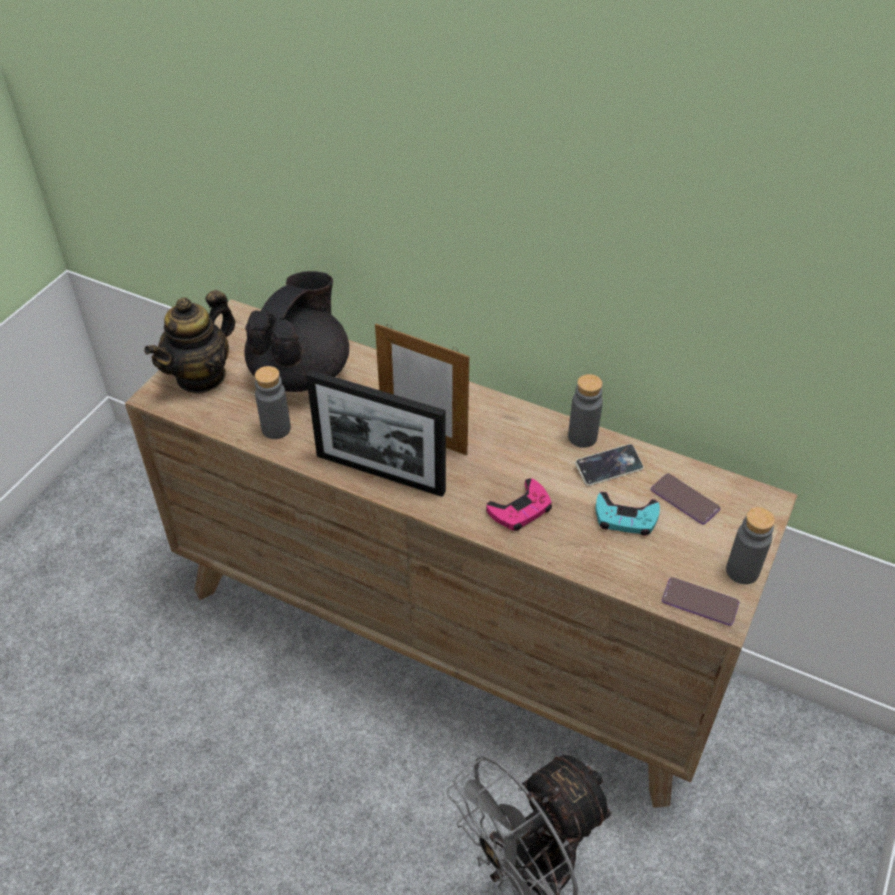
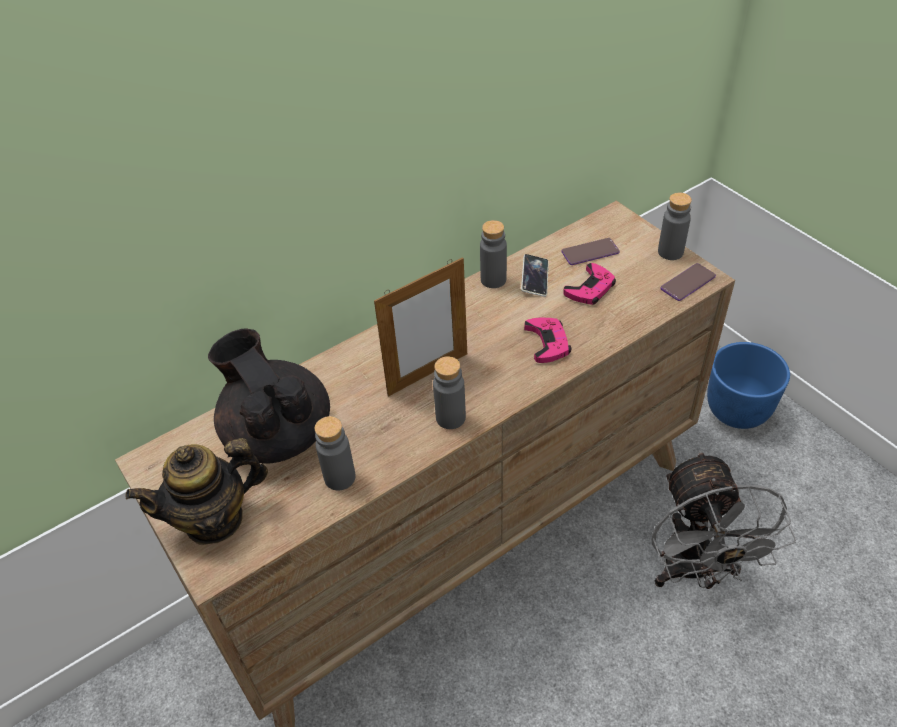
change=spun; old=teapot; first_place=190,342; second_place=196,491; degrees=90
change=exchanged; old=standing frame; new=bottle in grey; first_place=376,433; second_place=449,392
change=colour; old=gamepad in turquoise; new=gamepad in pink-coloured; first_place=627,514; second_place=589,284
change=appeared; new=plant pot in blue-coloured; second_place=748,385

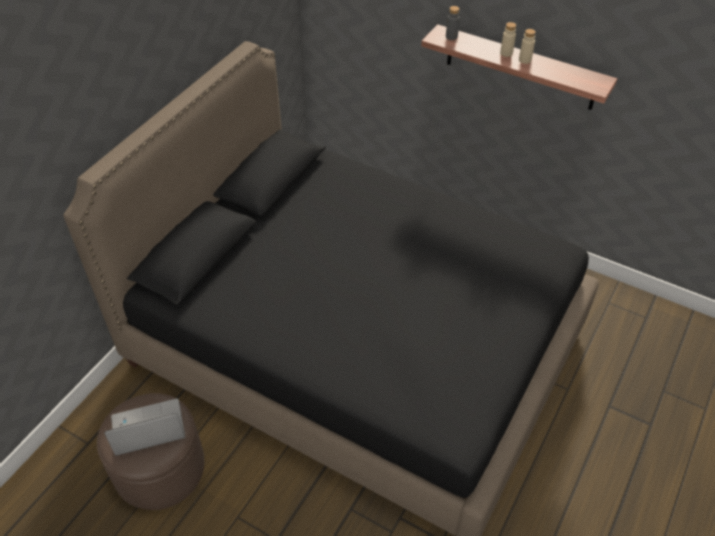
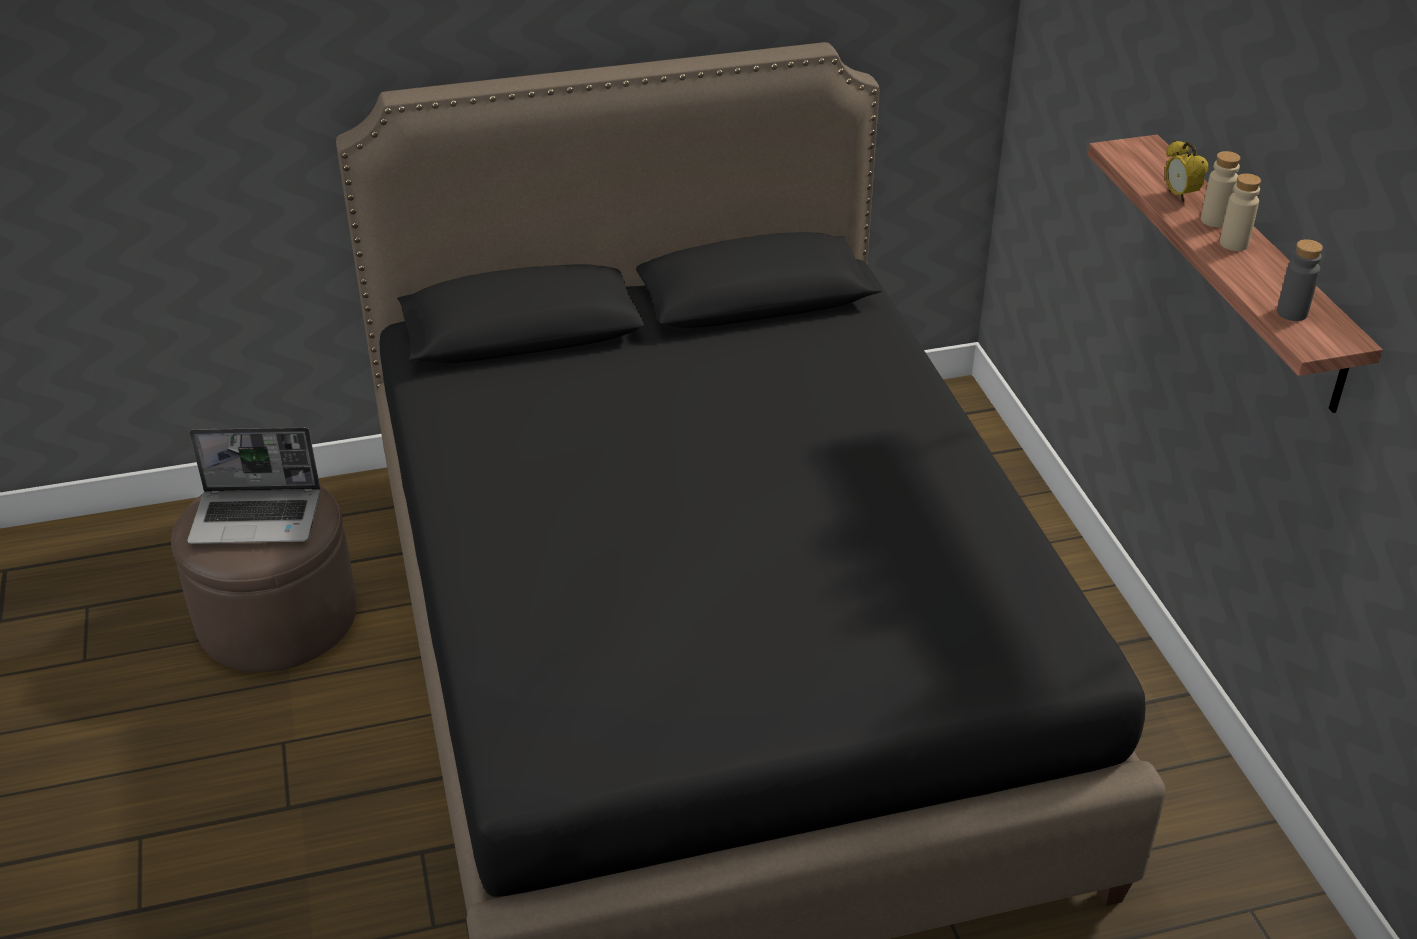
change=spun; old=notebook computer; first_place=144,427; second_place=253,485; degrees=150
change=relocated; old=bottle in grey; first_place=453,23; second_place=1300,280
change=appeared; new=table clock; second_place=1186,171

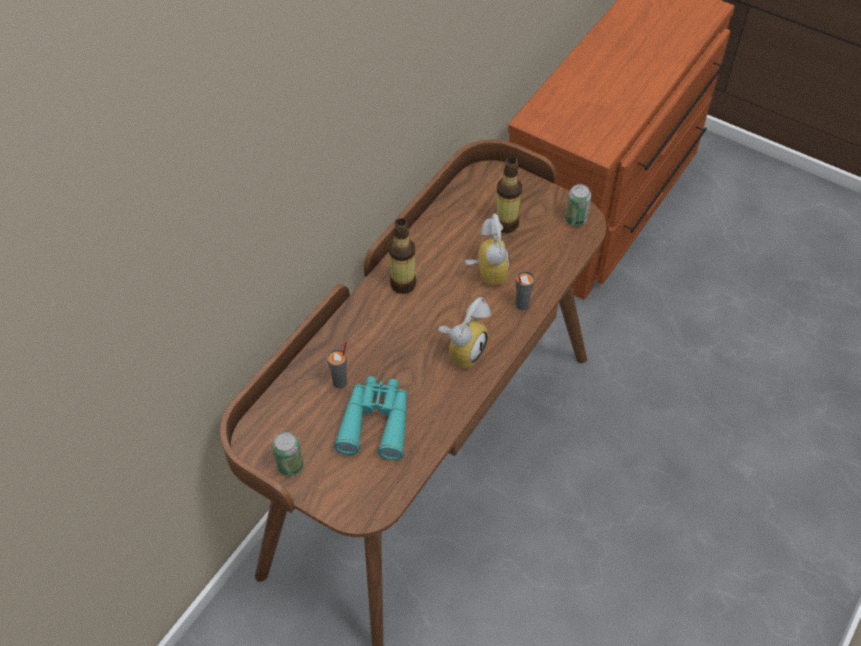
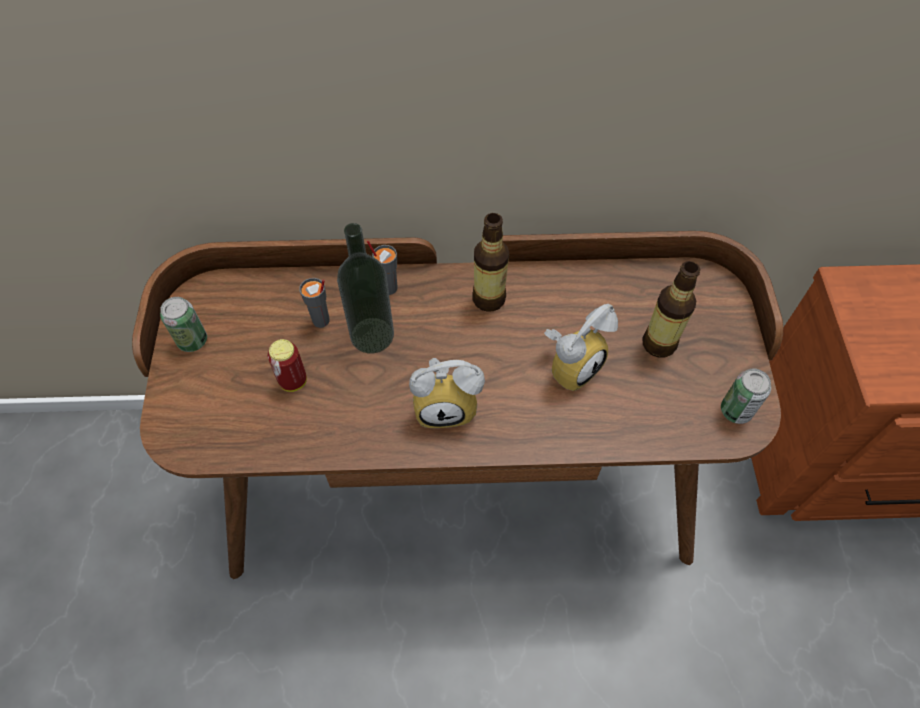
change=exchanged; old=pair of binoculars in turquoise; new=can; first_place=370,418; second_place=287,365
change=relocated; old=cup in grey; first_place=525,290; second_place=382,267
change=appeared; new=bottle; second_place=365,288

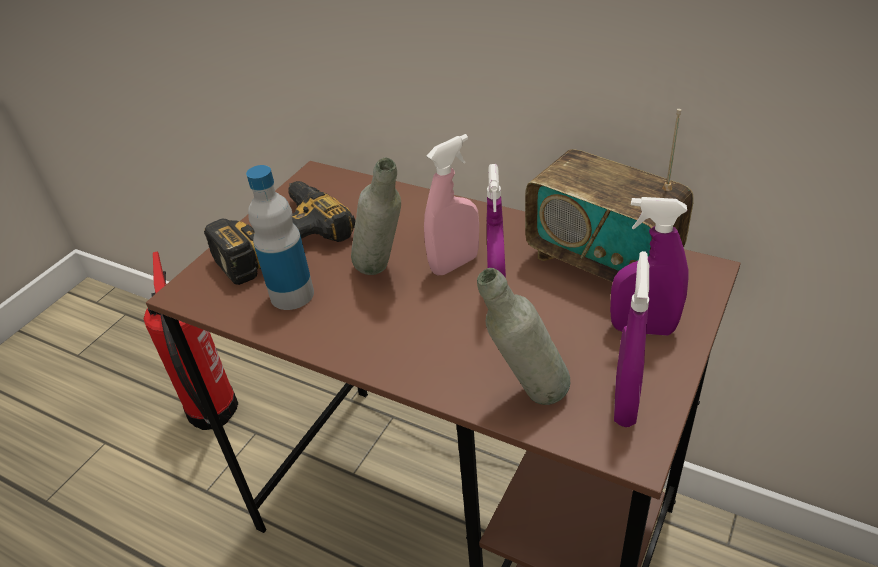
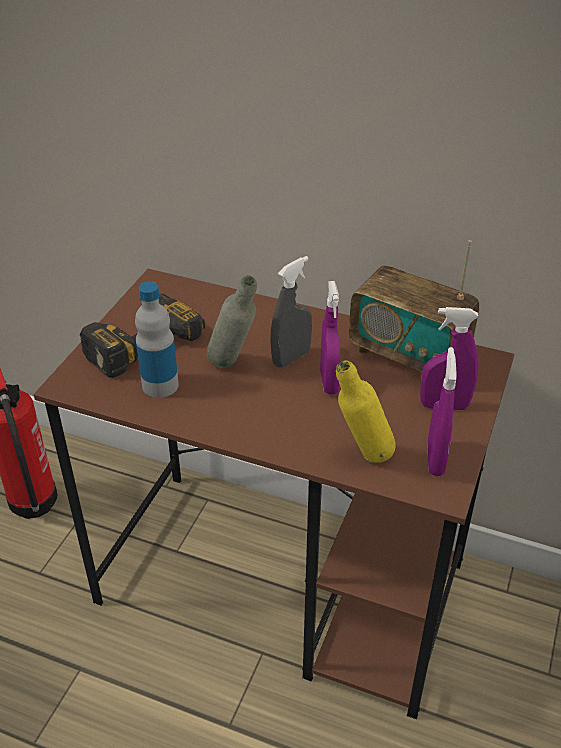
change=colour; old=spray bottle in pink-coloured; new=spray bottle in grey; first_place=451,204; second_place=291,312
change=colour; old=bottle in grey; new=bottle in yellow; first_place=523,336; second_place=366,411

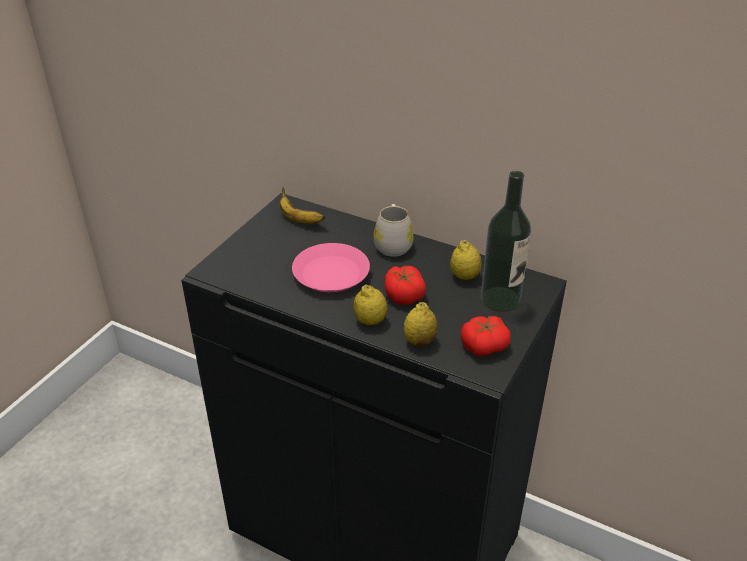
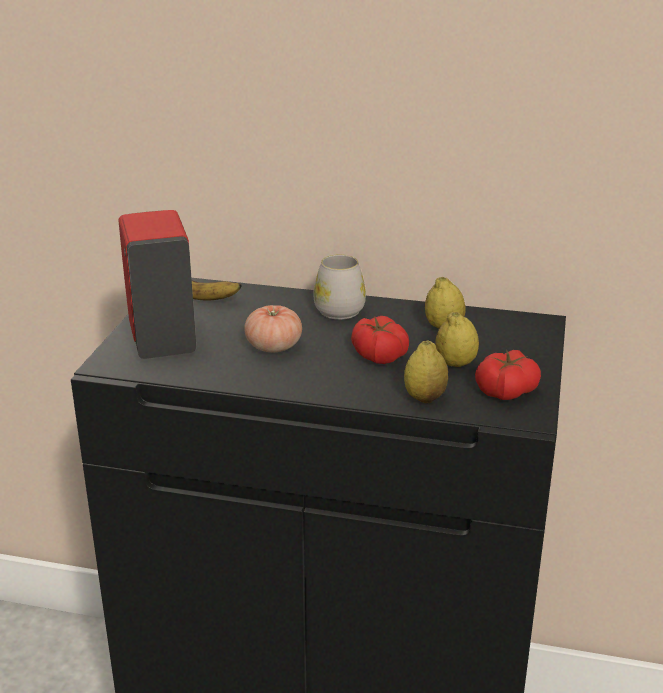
change=exchanged; old=dinner plate in pink-coloured; new=whole tomato; first_place=331,267; second_place=273,328
change=relocated; old=lemon; first_place=370,305; second_place=457,339
change=missing; old=bottle; first_place=506,241
change=appeared; new=liquid soap bottle in reddish; second_place=157,284

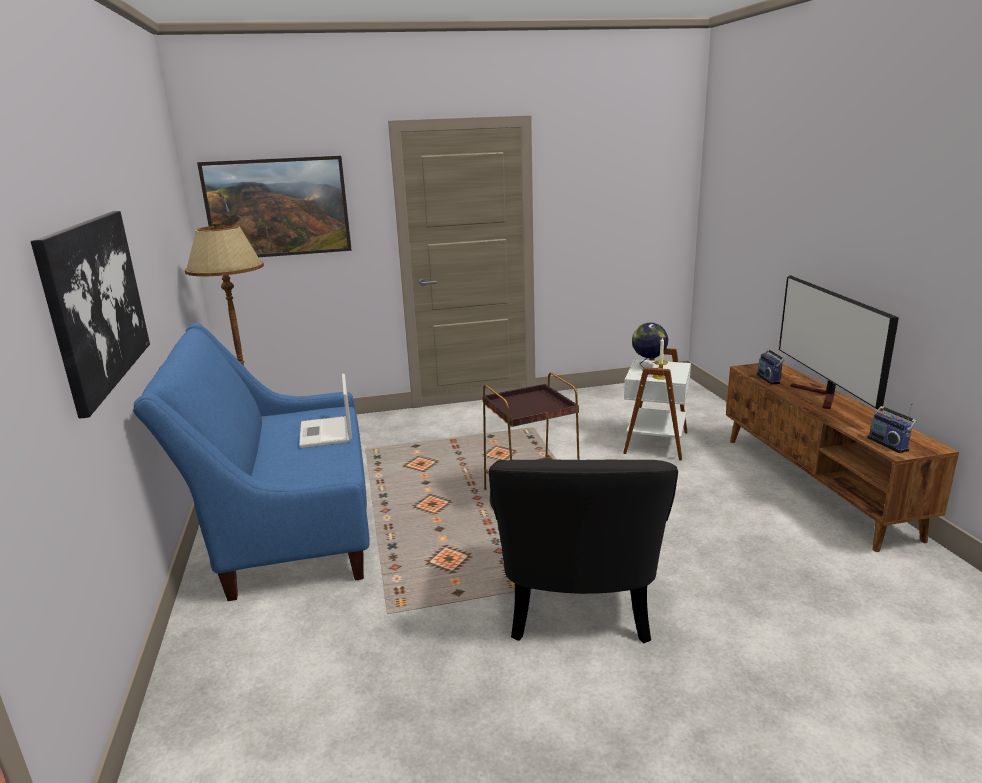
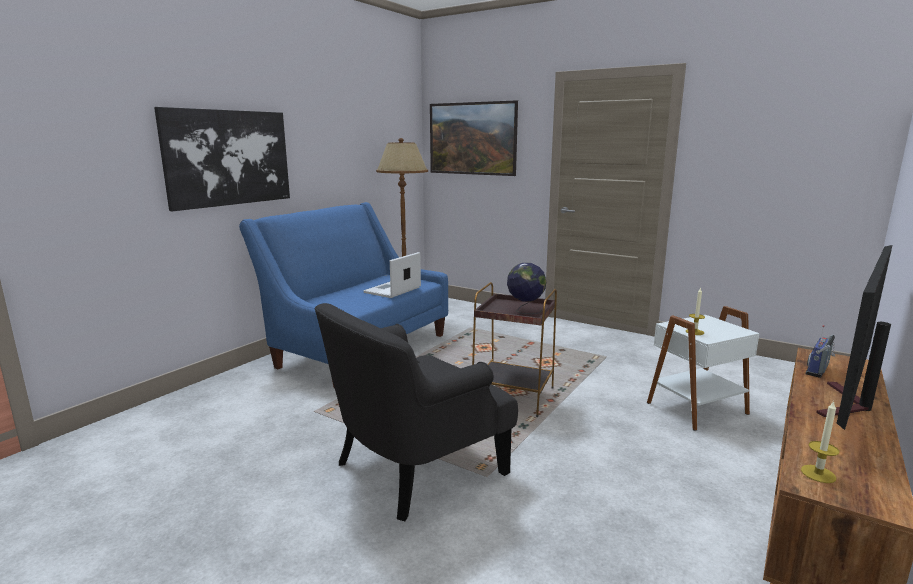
change=relocated; old=desk globe; first_place=650,346; second_place=526,288
change=exchanged; old=radio; new=wax candle; first_place=892,428; second_place=820,442

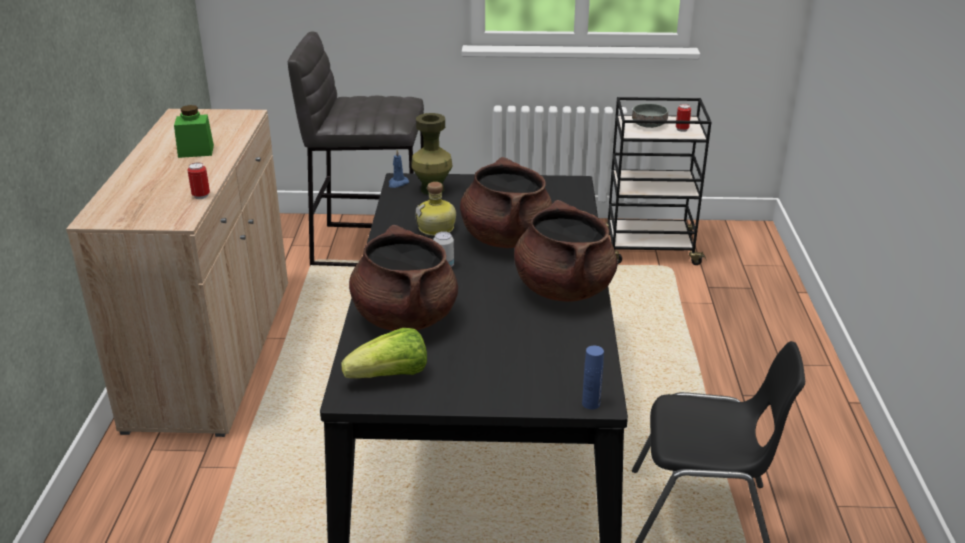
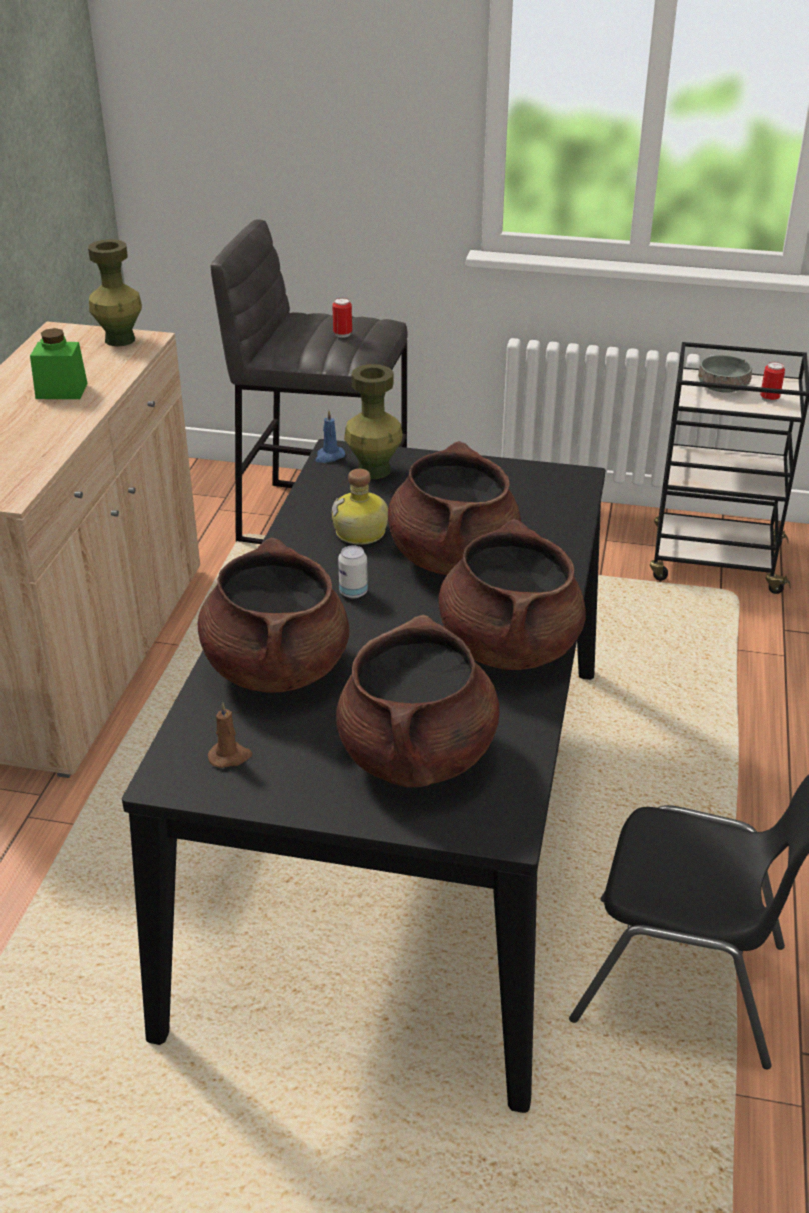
change=relocated; old=can; first_place=198,181; second_place=342,318
change=exchanged; old=head of lettuce; new=wax candle in brownish; first_place=384,353; second_place=230,735
change=missing; old=bottle in blue-coloured; first_place=593,378
change=appeared; new=decorative vase in green-coloured; second_place=115,292
change=appeared; new=cooking pot in brownish; second_place=418,701

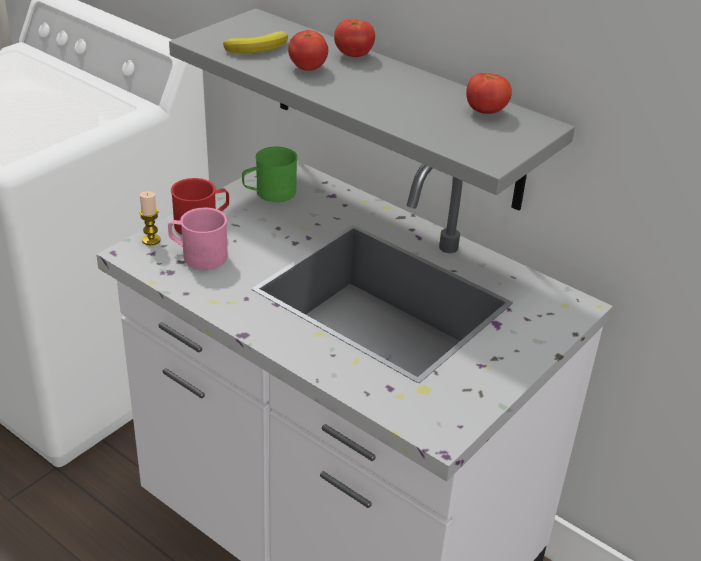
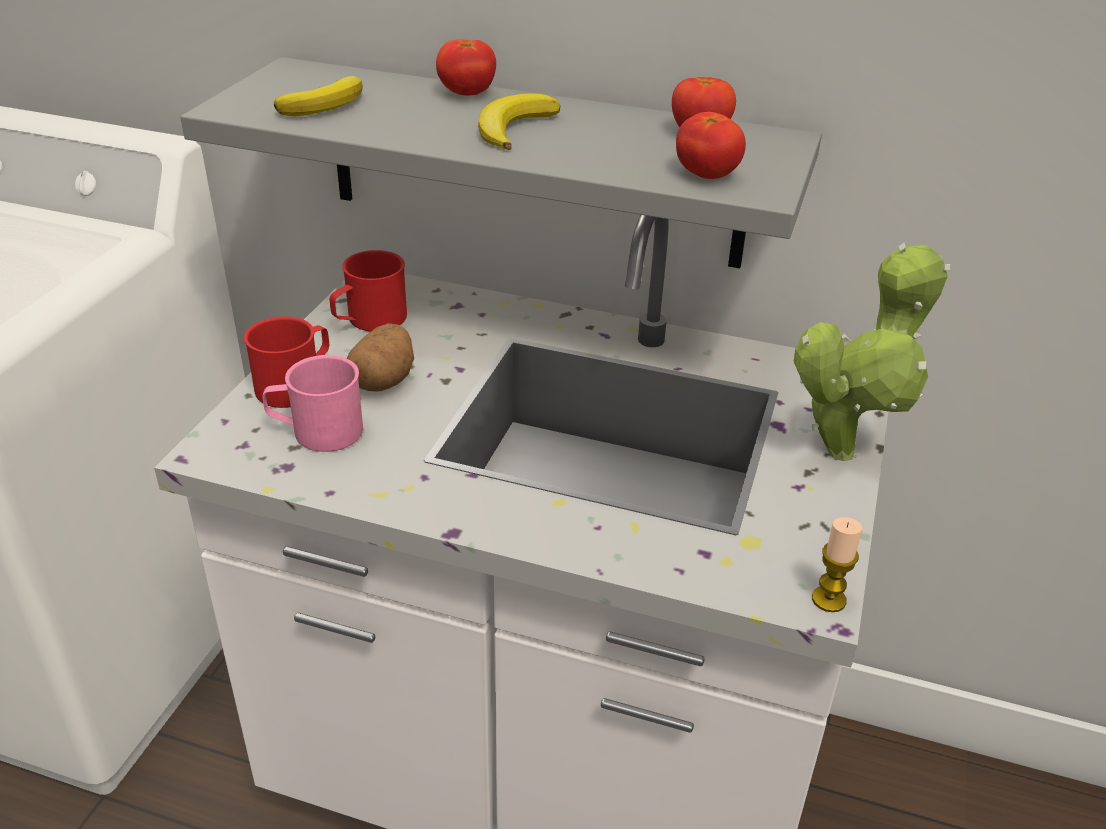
change=relocated; old=wax candle; first_place=150,218; second_place=837,564
change=colour; old=mug in green-coloured; new=mug in reddish; first_place=270,174; second_place=368,290
change=relocated; old=whole tomato; first_place=308,50; second_place=711,145
change=appeared; new=spud; second_place=380,357
change=appeared; new=banana; second_place=519,121
change=appeared; new=potted plant; second_place=872,352

